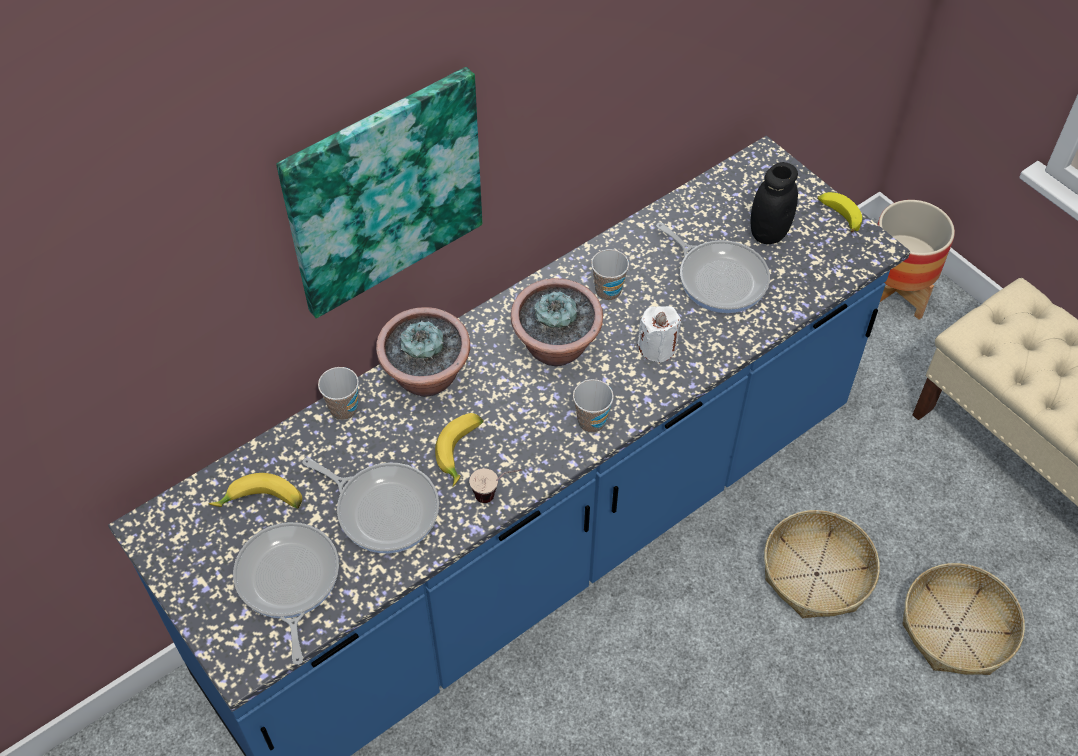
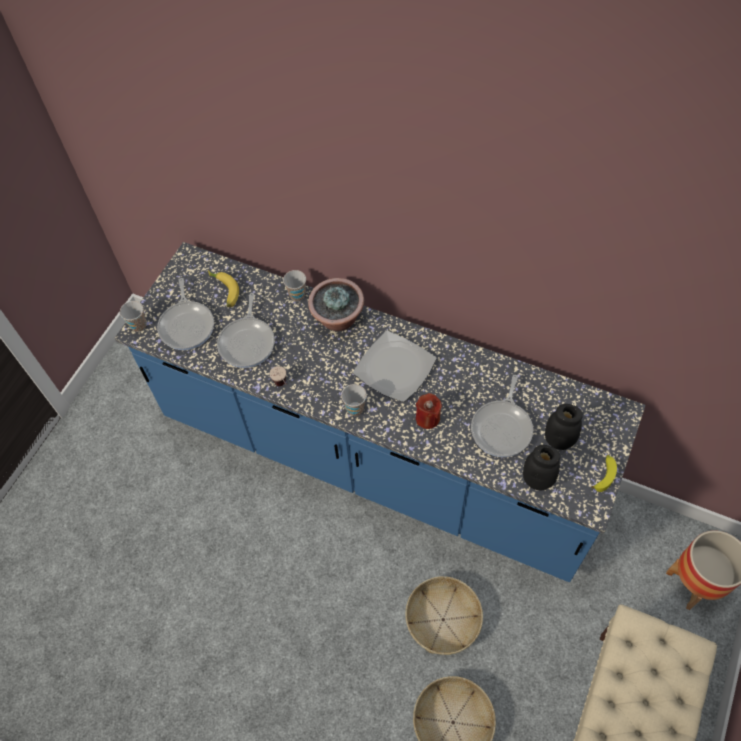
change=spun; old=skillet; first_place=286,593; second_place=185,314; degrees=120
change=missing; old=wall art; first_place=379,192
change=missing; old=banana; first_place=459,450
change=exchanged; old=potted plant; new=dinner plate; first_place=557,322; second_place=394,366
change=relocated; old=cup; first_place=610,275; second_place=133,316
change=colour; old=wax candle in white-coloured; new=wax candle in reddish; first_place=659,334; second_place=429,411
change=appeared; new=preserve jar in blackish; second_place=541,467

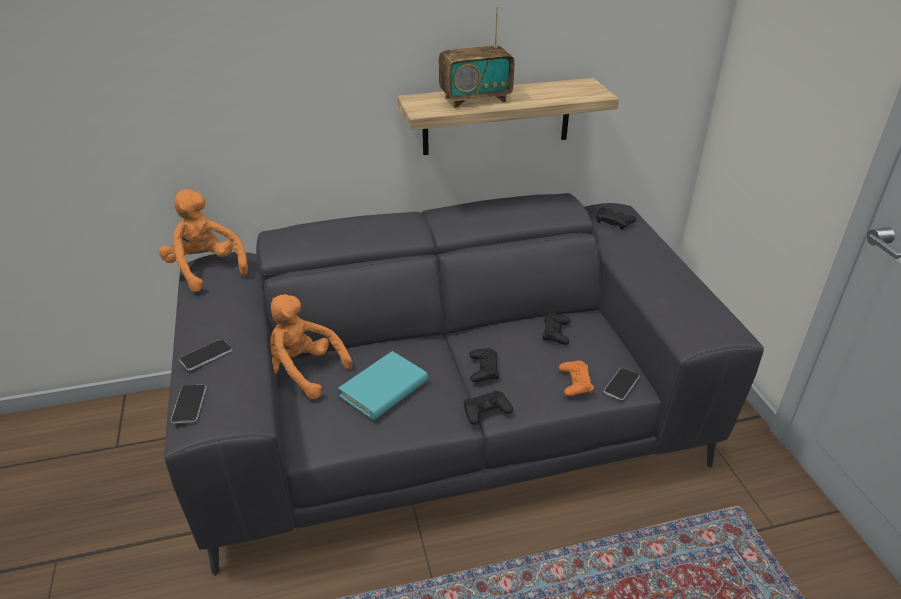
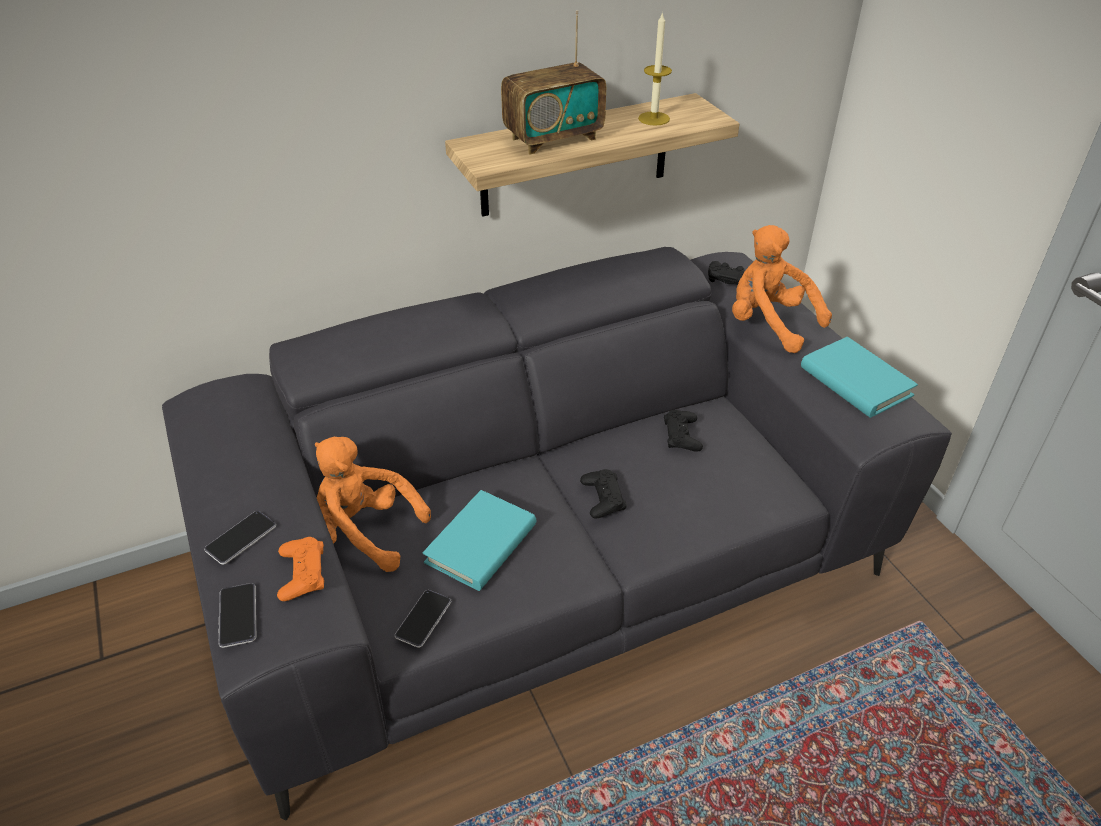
change=relocated; old=soft toy in orangey; first_place=203,240; second_place=782,289
change=missing; old=gamepad in blackish; first_place=488,408
change=relocated; old=gamepad in orangey; first_place=576,378; second_place=300,569
change=relocated; old=phone; first_place=622,384; second_place=423,619
change=appeared; new=wax candle; second_place=655,68
change=appeared; new=book in turquoise; second_place=859,377

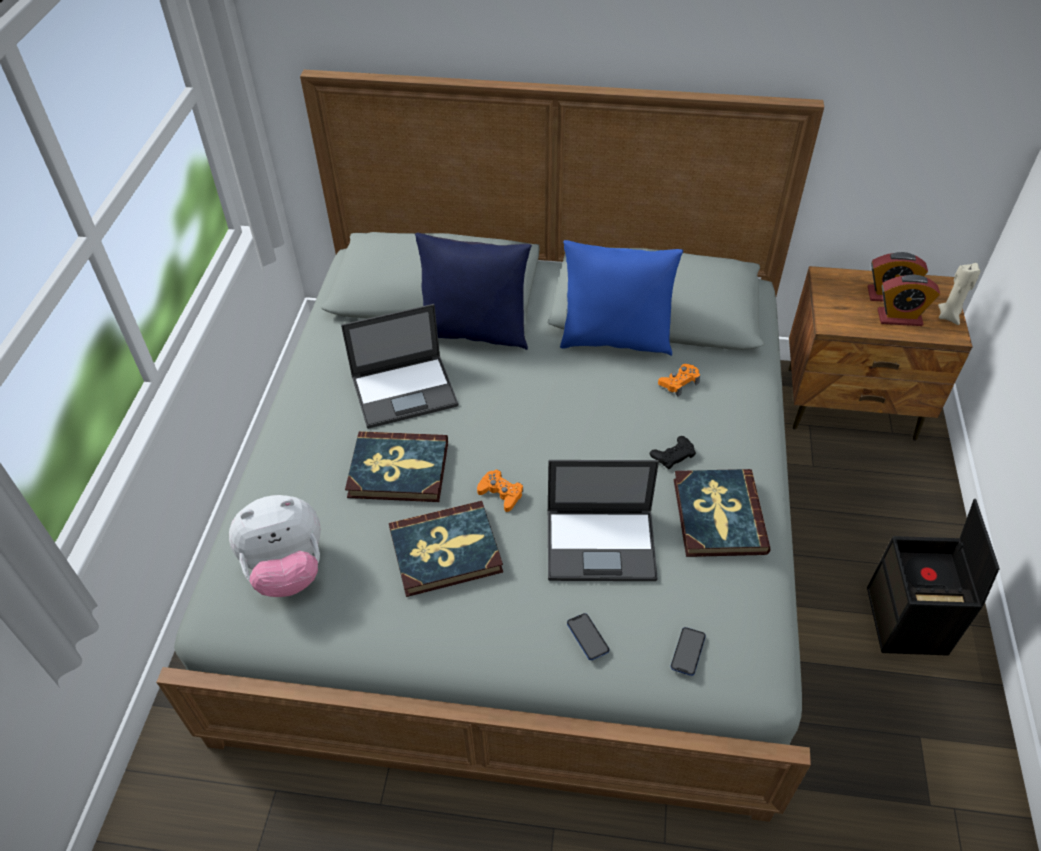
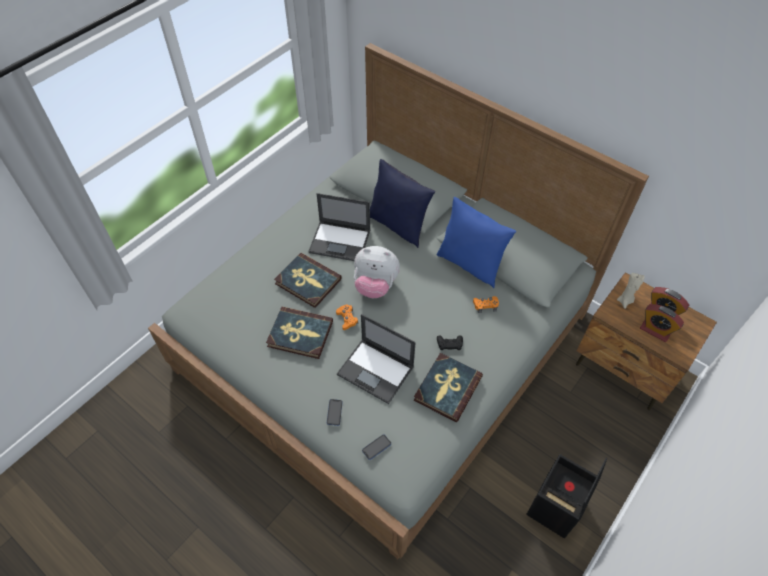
change=relocated; old=soft toy; first_place=275,546; second_place=377,272
change=relocated; old=wax candle in beige-coloured; first_place=959,294; second_place=631,290

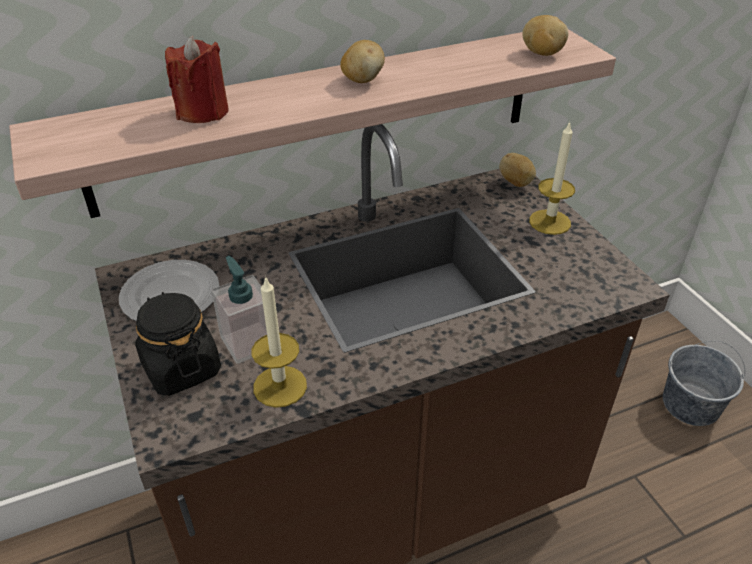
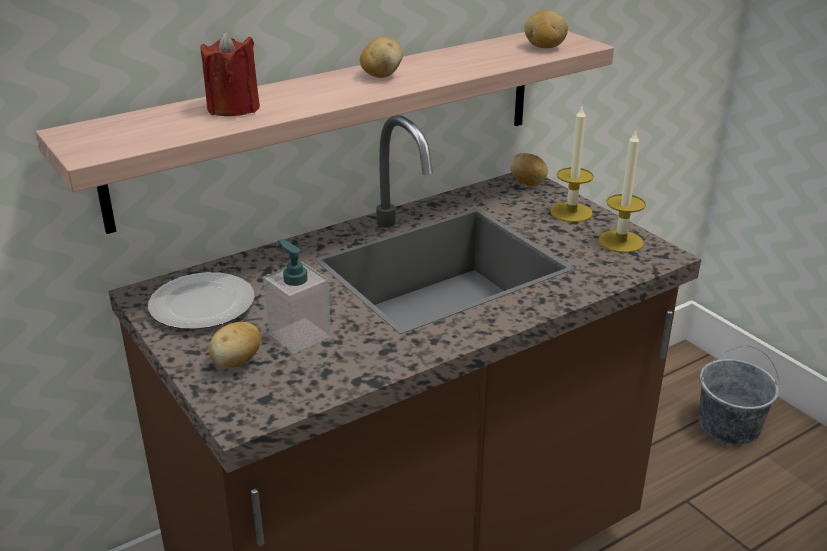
change=exchanged; old=preserve jar in blackish; new=spud; first_place=178,344; second_place=235,345
change=relocated; old=wax candle; first_place=279,342; second_place=622,191

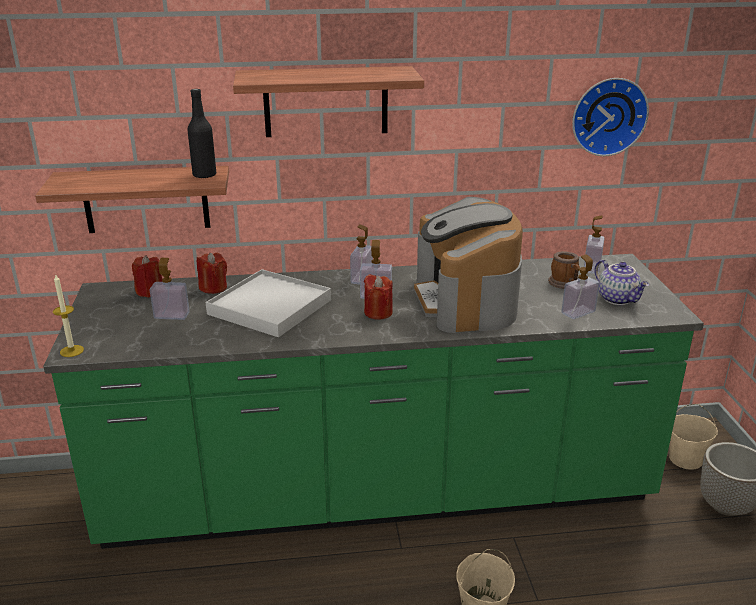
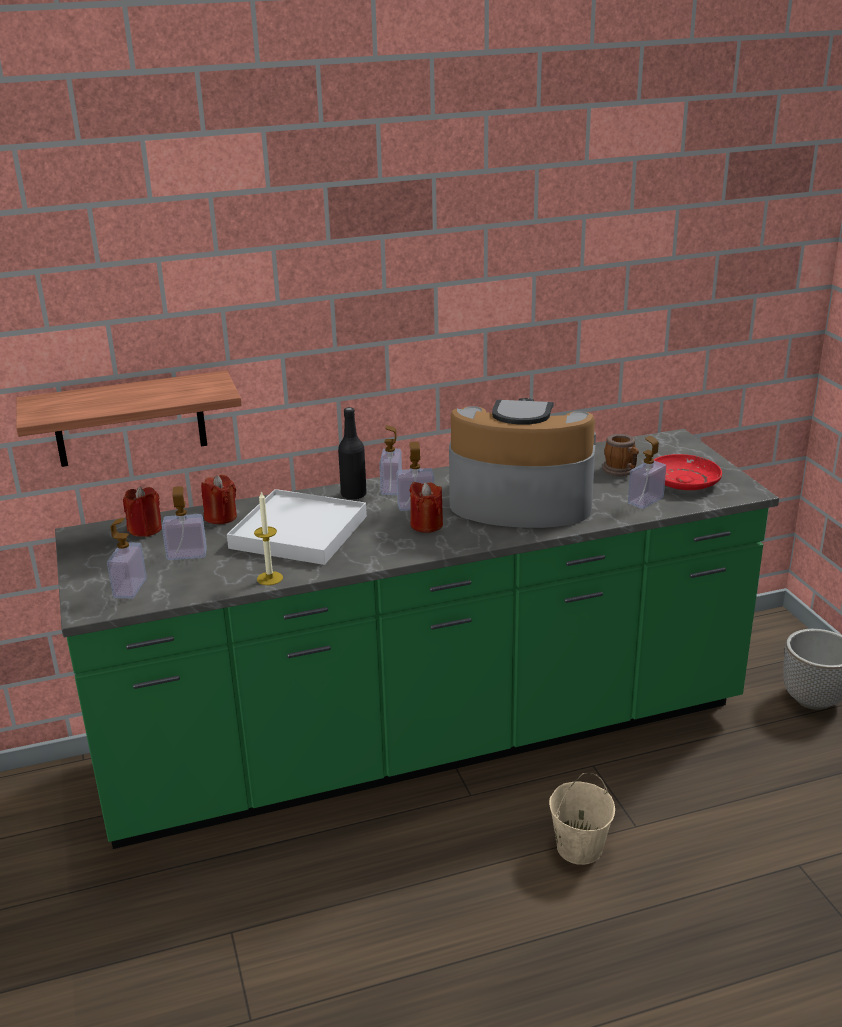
change=relocated; old=wax candle; first_place=68,316; second_place=268,538
change=relocated; old=bottle in blackish; first_place=201,134; second_place=352,453
change=missing; old=wall shelf; first_place=328,101
change=spun; old=coffee brewer; first_place=468,265; second_place=522,463; degrees=120
change=missing; old=hanging clock; first_place=610,117
change=relocated; old=liquid soap bottle; first_place=594,245; second_place=127,558
change=exchanged; old=teapot; new=dinner plate in reddish; first_place=621,282; second_place=688,472
change=missing; old=bucket in beige-coloured; first_place=693,437

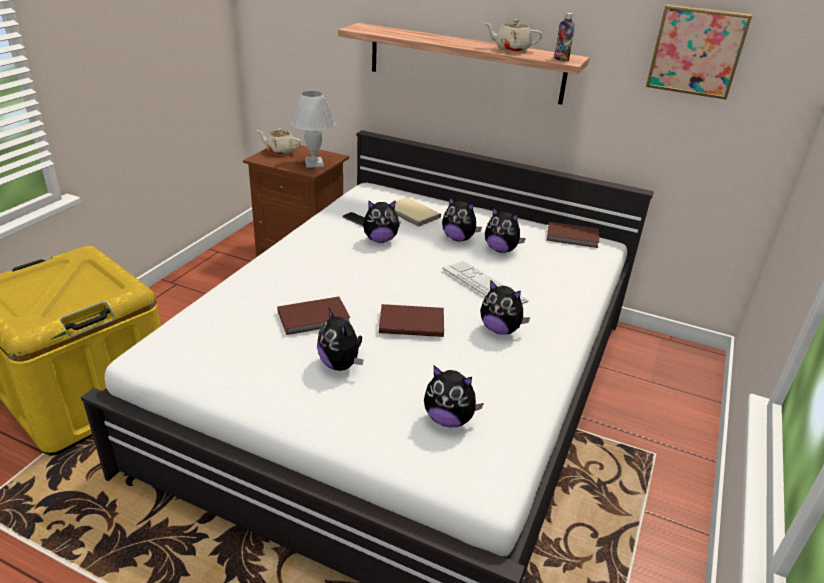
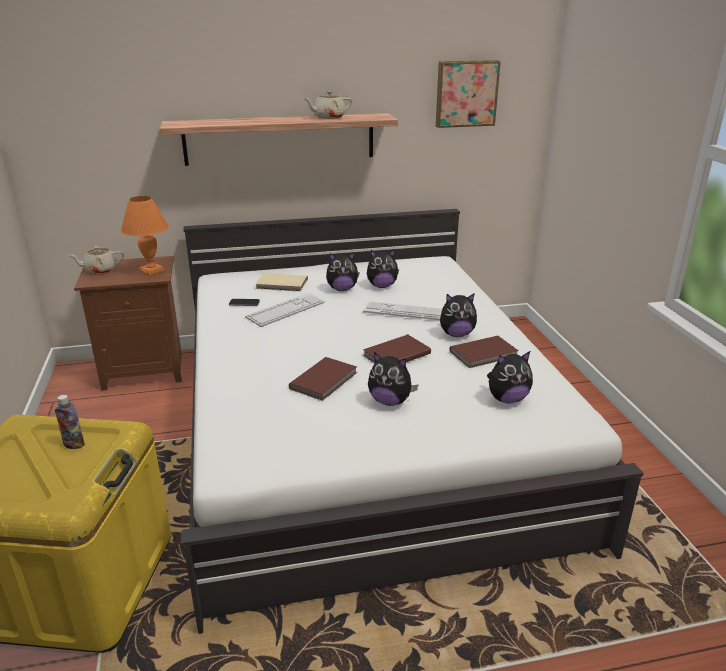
change=colour; old=lamp for a table in white-coloured; new=lamp for a table in orangey; first_place=313,129; second_place=145,235
change=exchanged; old=soft toy; new=PC keyboard; first_place=382,221; second_place=285,310
change=relocated; old=book in brownish; first_place=573,235; second_place=484,352
change=relocated; old=bottle; first_place=564,37; second_place=70,422

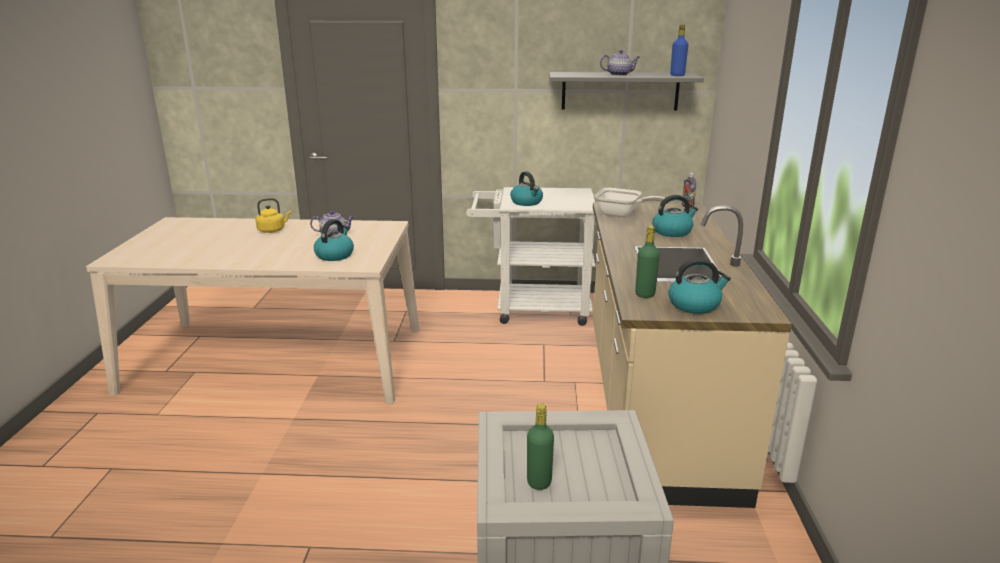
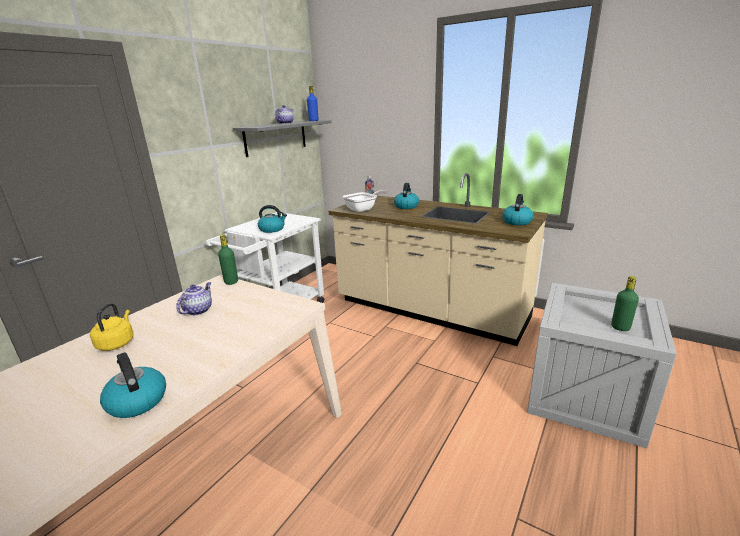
change=relocated; old=tea kettle; first_place=334,240; second_place=133,385
change=relocated; old=bottle in green-coloured; first_place=647,262; second_place=228,259

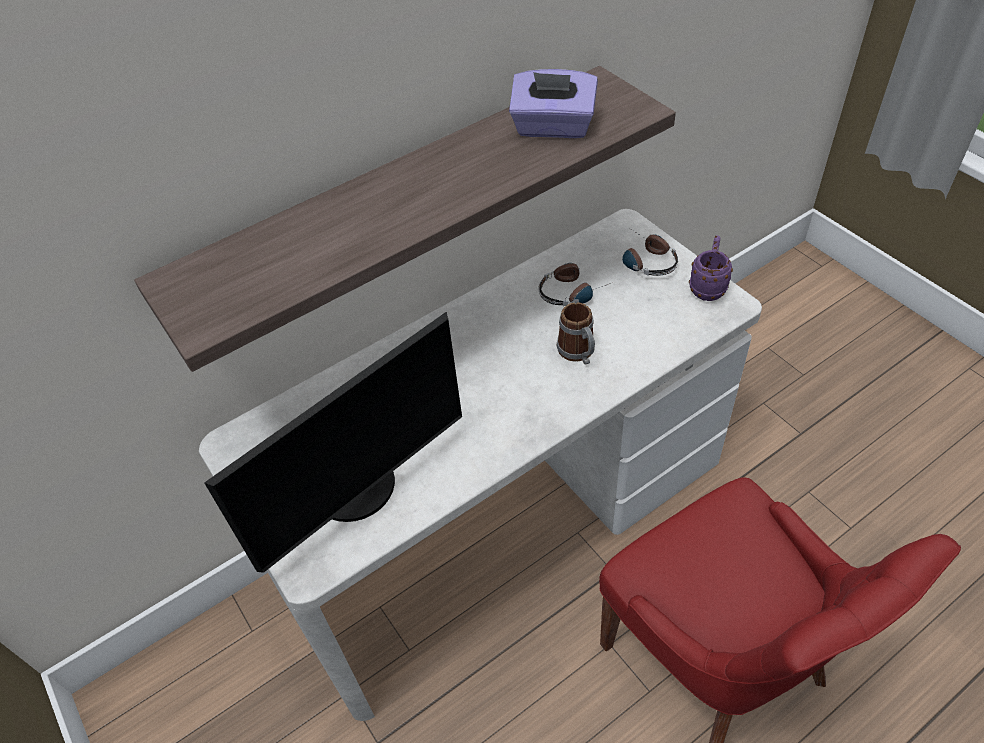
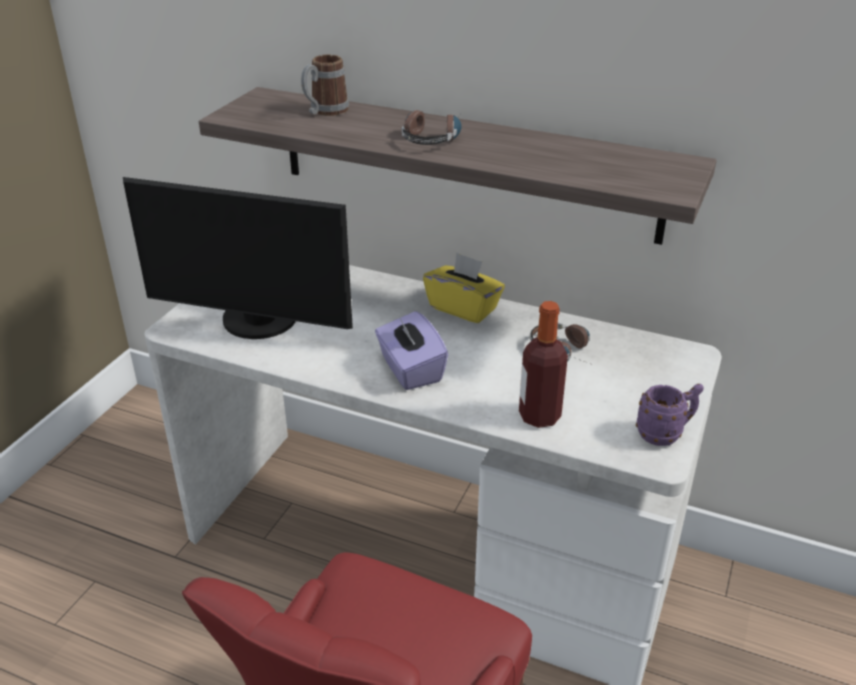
change=relocated; old=box of tissues in purple-coloured; first_place=553,103; second_place=411,350
change=relocated; old=mug; first_place=575,333; second_place=325,85
change=relocated; old=headset; first_place=650,253; second_place=432,127
change=appeared; new=box of tissues in yellow; second_place=464,288
change=appeared; new=bottle; second_place=543,364

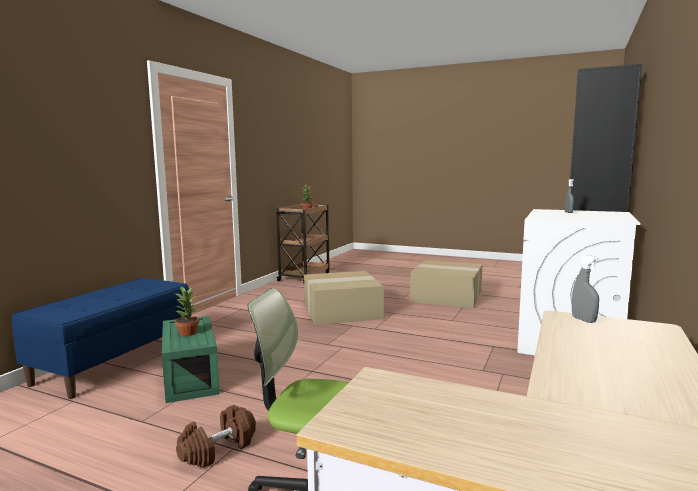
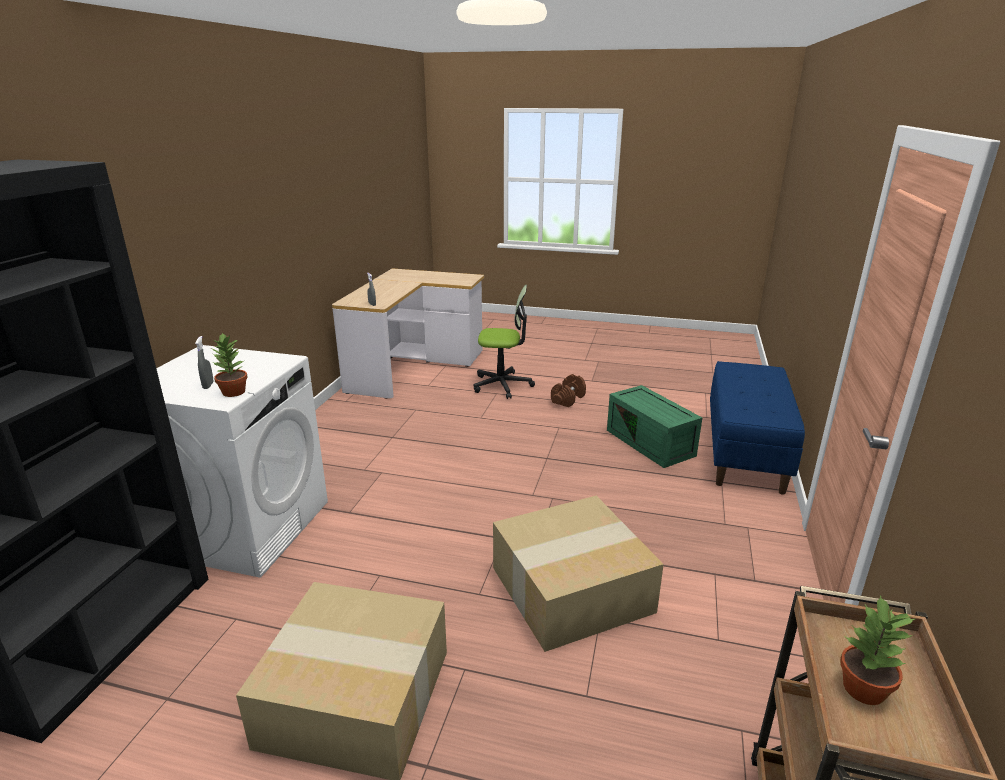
change=relocated; old=potted plant; first_place=187,311; second_place=230,365

